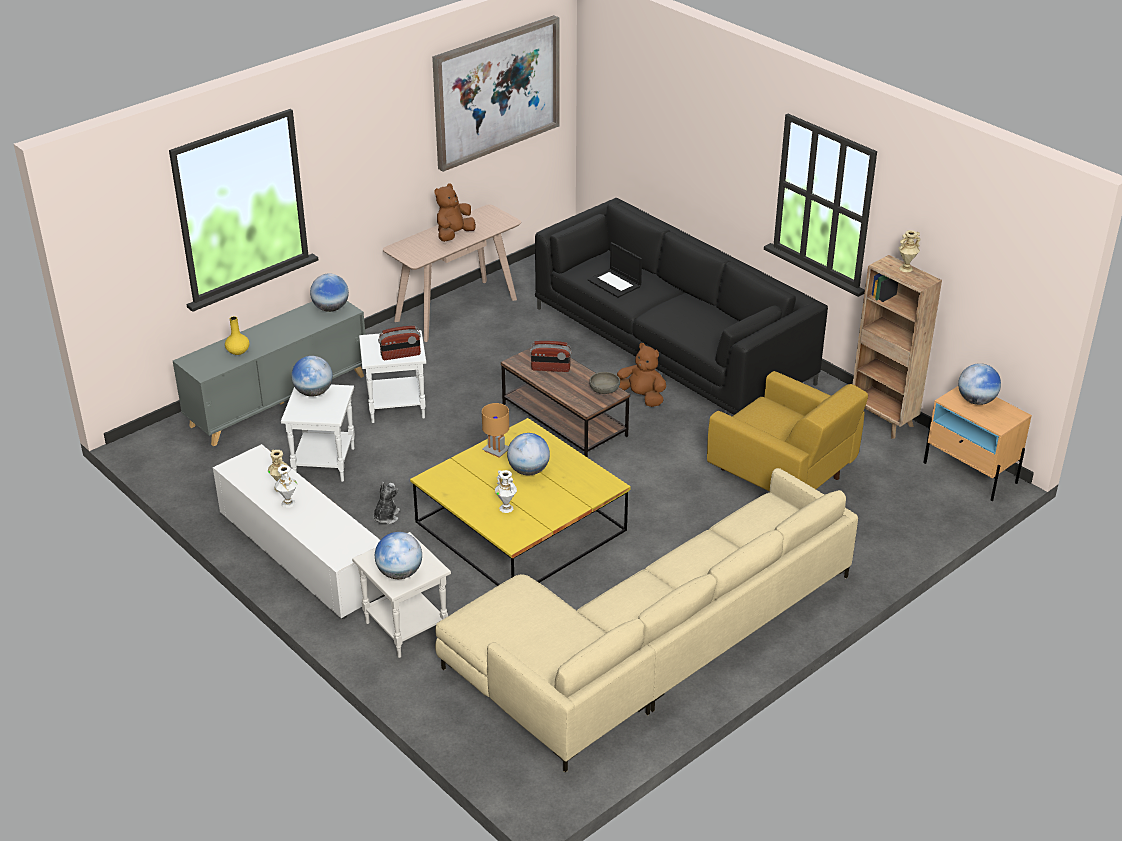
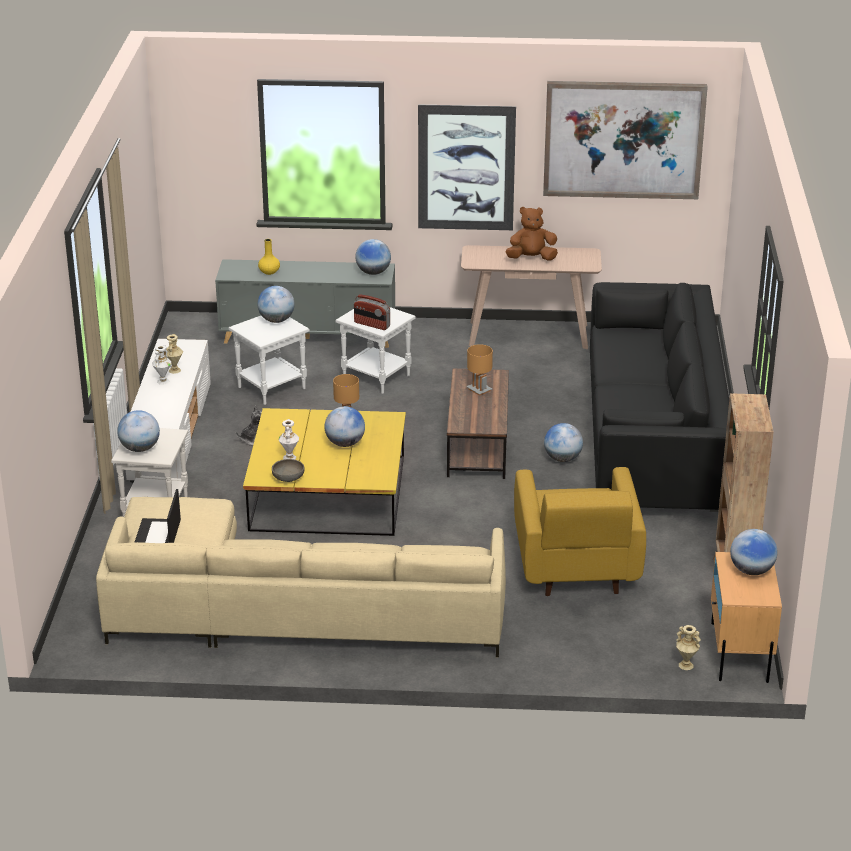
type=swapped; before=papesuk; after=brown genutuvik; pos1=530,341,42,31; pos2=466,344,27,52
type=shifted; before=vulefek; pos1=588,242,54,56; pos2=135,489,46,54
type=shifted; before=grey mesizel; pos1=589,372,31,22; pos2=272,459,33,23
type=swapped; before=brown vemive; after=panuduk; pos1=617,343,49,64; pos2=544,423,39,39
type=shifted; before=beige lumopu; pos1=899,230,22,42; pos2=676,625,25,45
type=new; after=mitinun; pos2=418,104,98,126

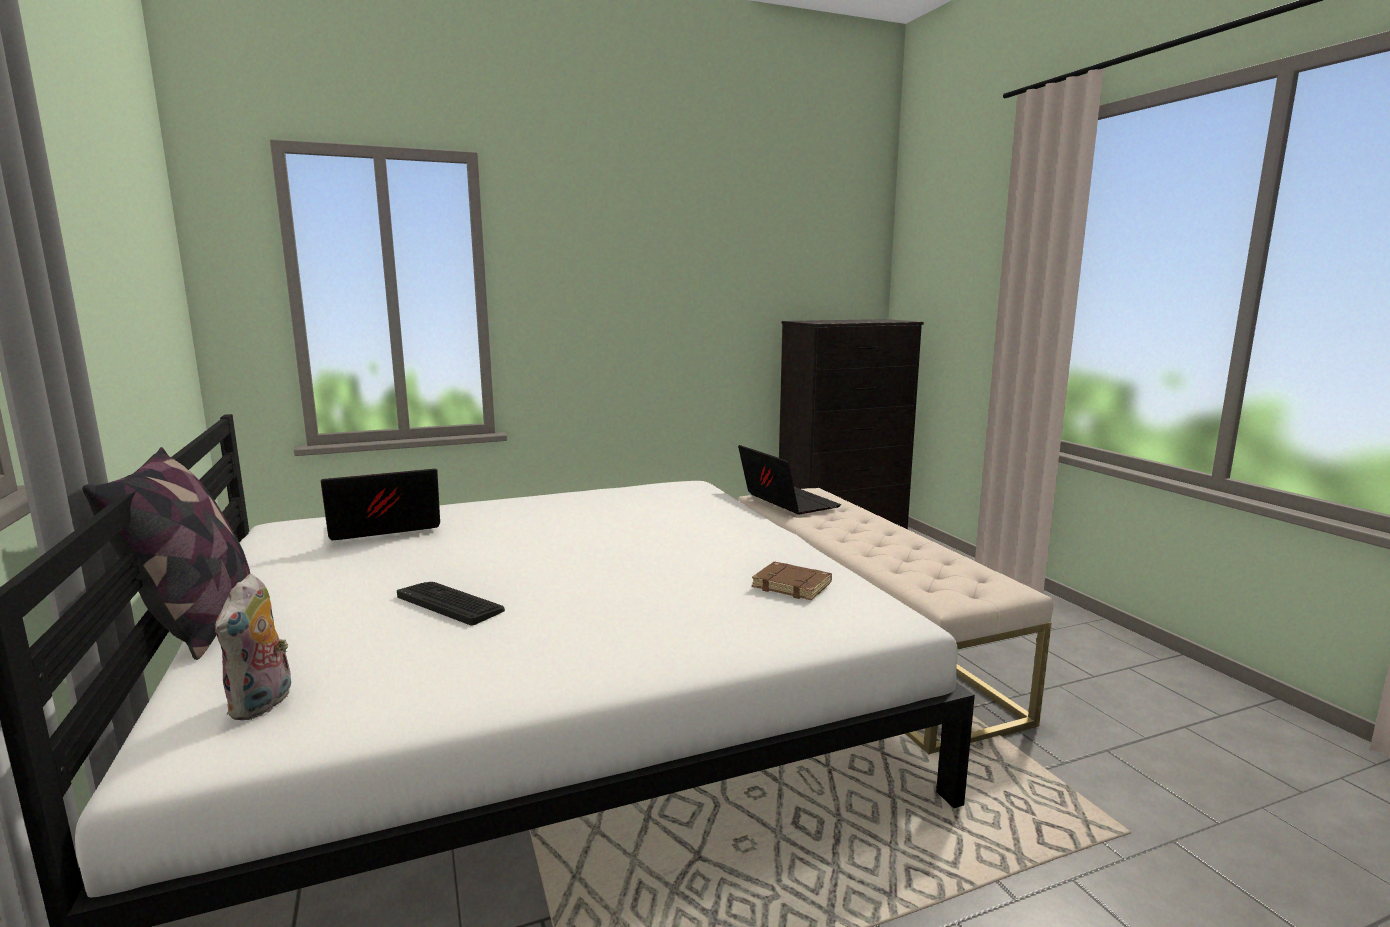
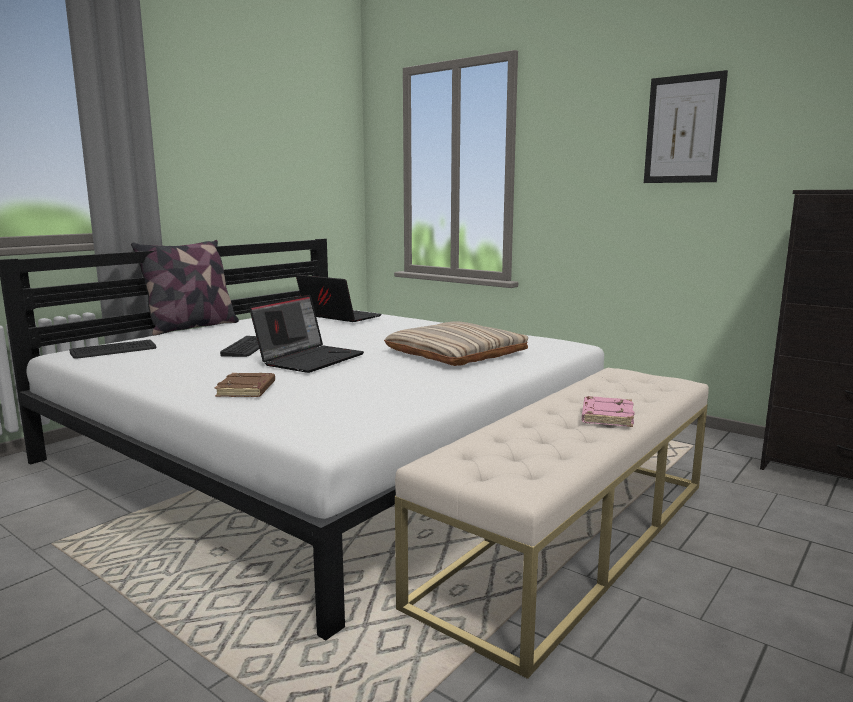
type=swapped; before=vemive; after=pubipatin; pos1=215,574,76,146; pos2=69,340,87,19
type=shifted; before=vulefek; pos1=738,445,103,69; pos2=249,295,115,78
type=shifted; before=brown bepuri; pos1=752,562,80,38; pos2=215,373,60,24
type=new; after=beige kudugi; pos2=384,321,144,45
type=new; after=pink bepuri; pos2=582,396,52,31
type=new; after=mitinun; pos2=644,70,84,113

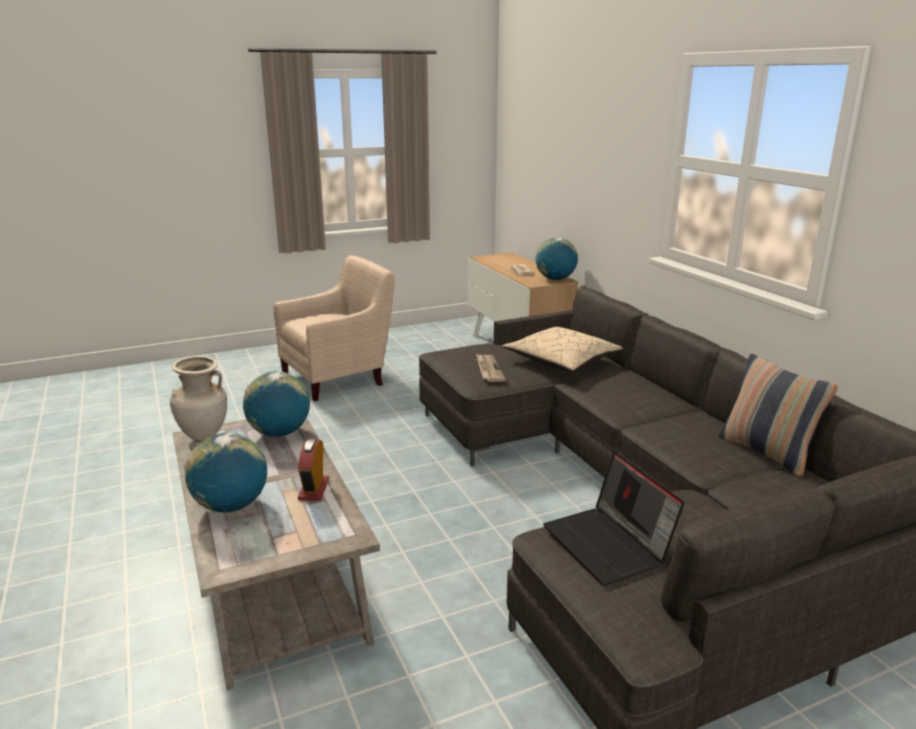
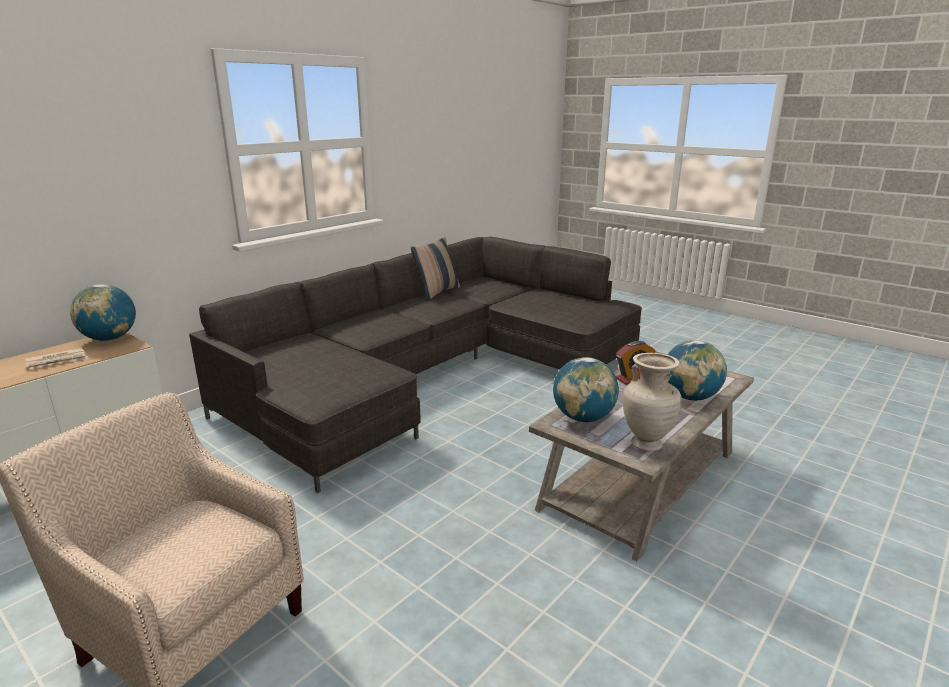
type=gone; before=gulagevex; pos1=476,354,30,28
type=gone; before=beige kudugi; pos1=502,327,121,44
type=gone; before=vulefek; pos1=543,452,141,133

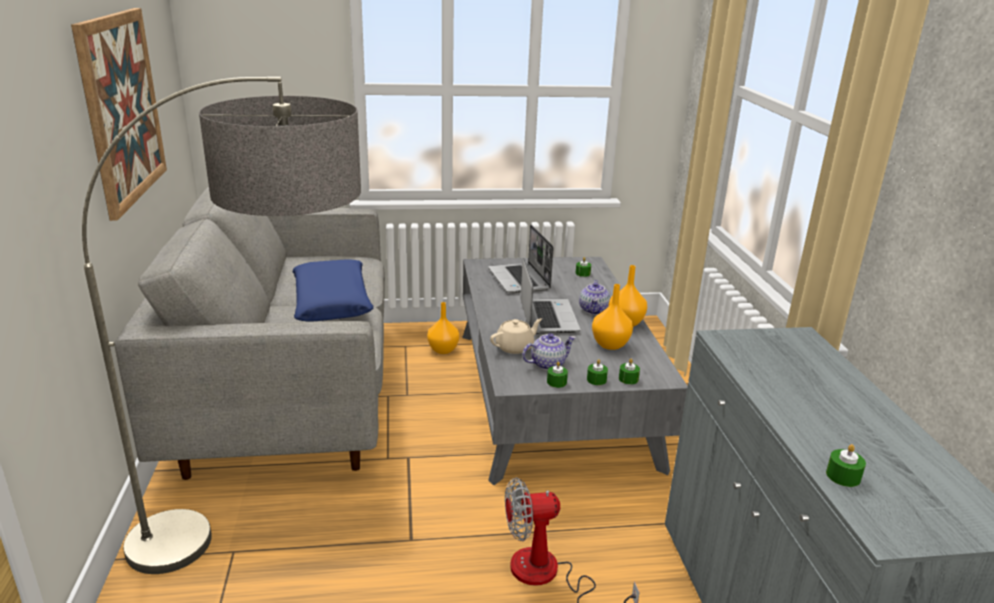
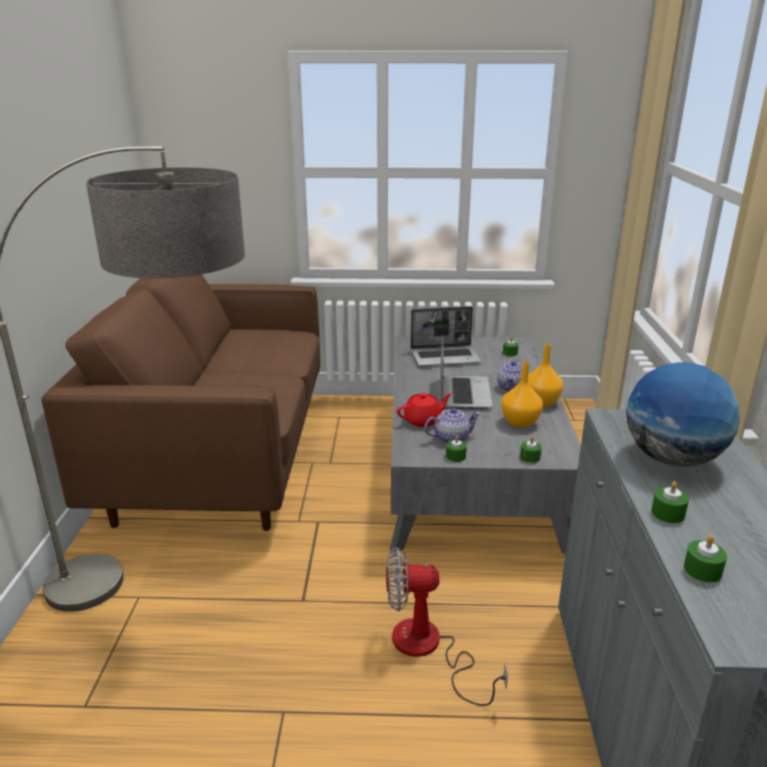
type=gone; before=mitinun; pos1=71,8,96,213
type=repainted; before=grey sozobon; after=brown sozobon; pos1=115,186,270,294; pos2=41,274,279,257
type=gone; before=blue kudugi; pos1=292,260,82,62
type=gone; before=orange lumopu; pos1=427,302,33,52
type=rotated; before=vulefek; pos1=488,225,66,68; pos2=410,306,72,60; turn=-90
type=repainted; before=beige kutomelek; after=red kutomelek; pos1=490,318,52,36; pos2=397,393,55,34
type=shifted; before=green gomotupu; pos1=587,359,21,26; pos2=651,481,38,42
type=new; after=panuduk; pos2=626,362,114,105

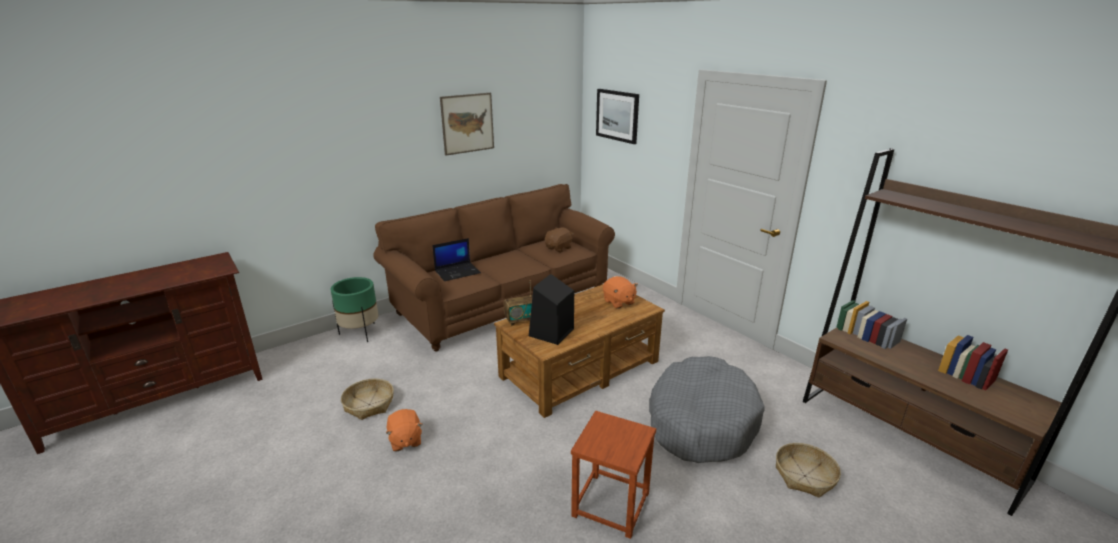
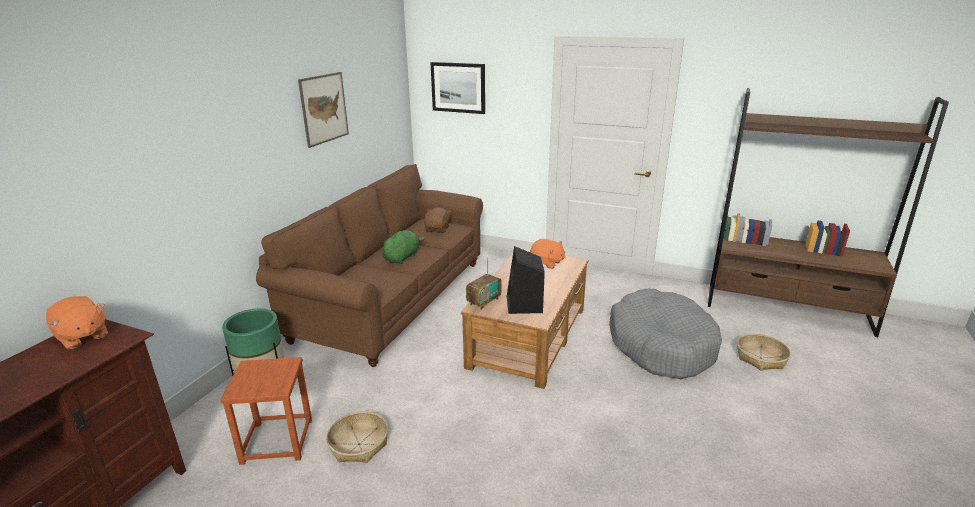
type=shifted; before=orange vemive; pos1=386,409,37,42; pos2=46,296,62,53
type=gone; before=vulefek; pos1=432,238,49,43
type=shifted; before=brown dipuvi; pos1=571,411,85,128; pos2=220,357,92,108
type=new; after=green vemive; pos2=382,230,43,34

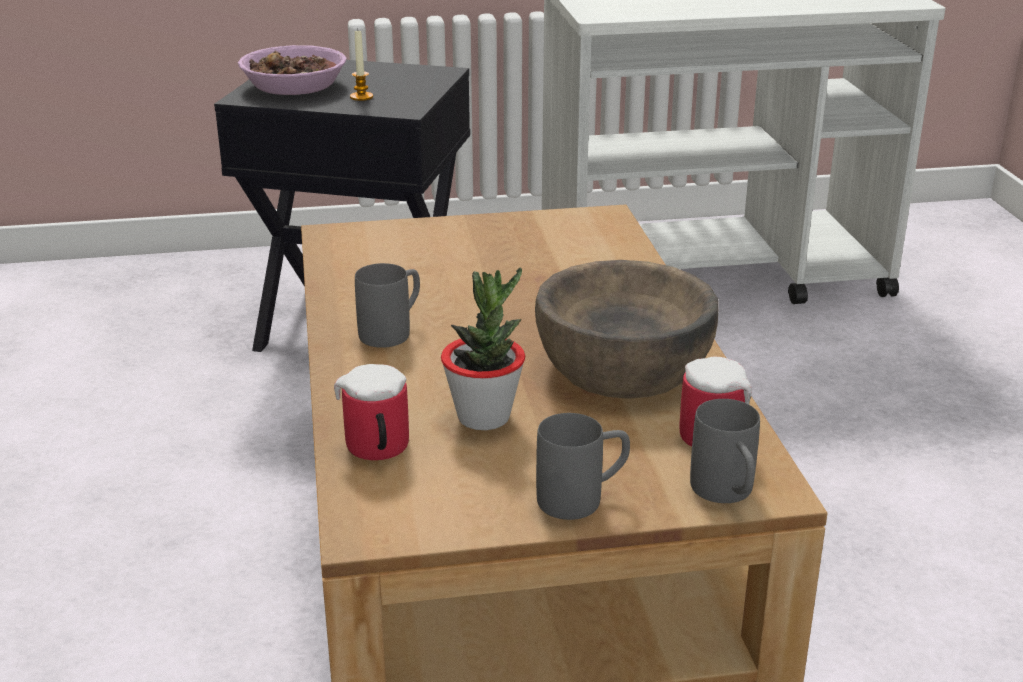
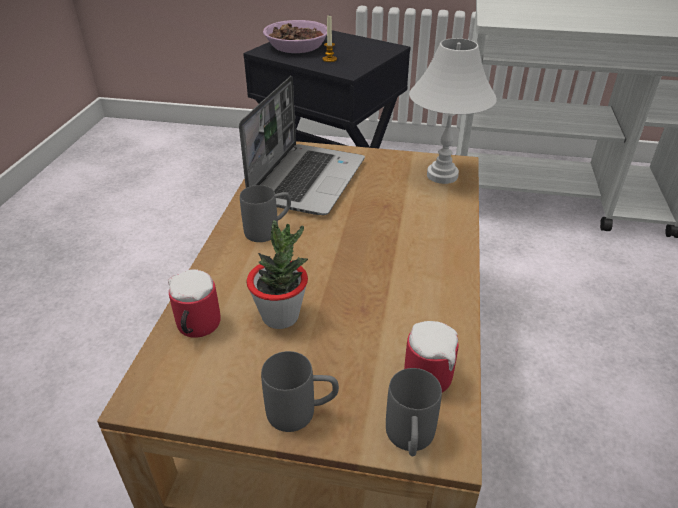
type=gone; before=brown mesizel; pos1=535,260,183,139
type=new; after=vulefek; pos2=239,76,126,139
type=new; after=white genutuvik; pos2=409,38,88,146

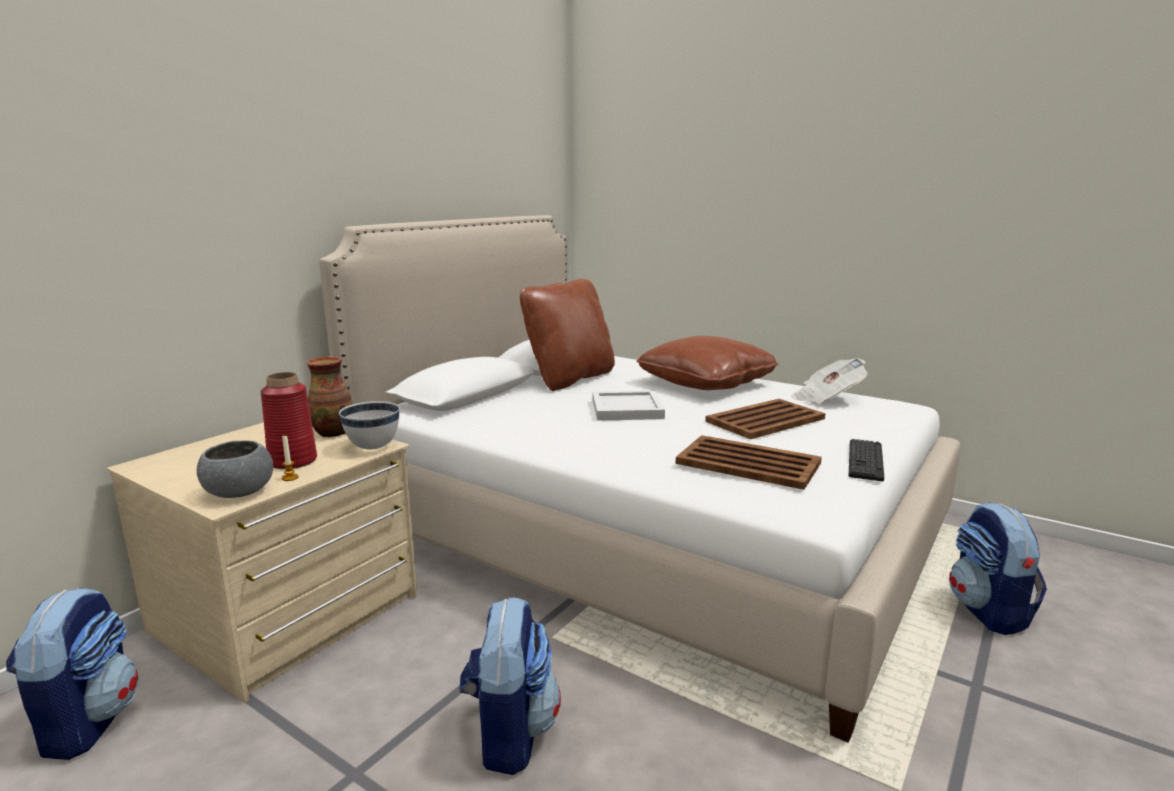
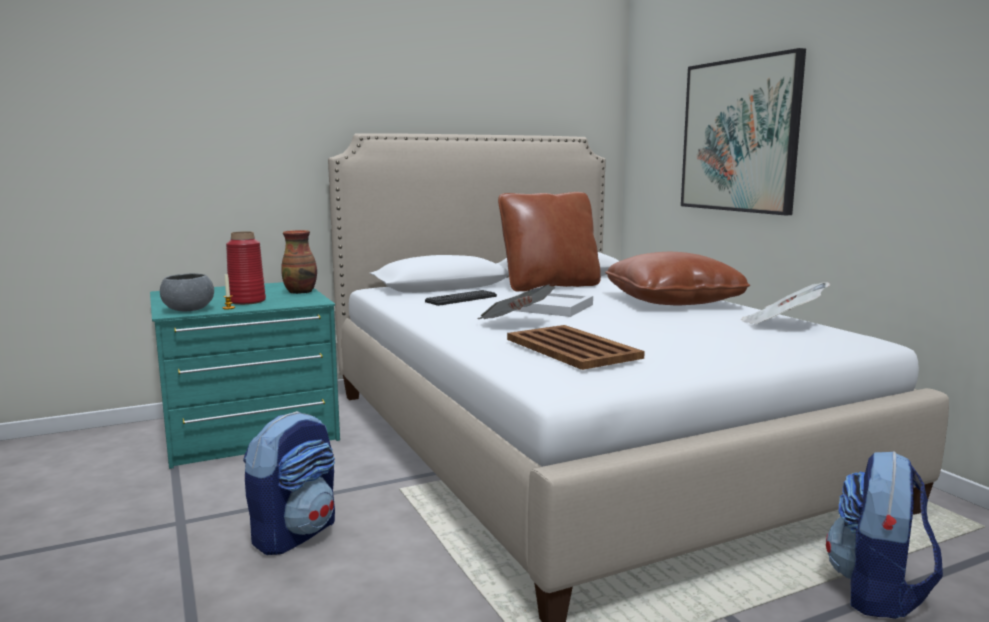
type=gone; before=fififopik; pos1=6,588,132,172
type=repainted; before=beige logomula; after=turquoise logomula; pos1=107,422,310,281; pos2=150,282,190,187
type=gone; before=white mesizel; pos1=339,401,61,48
type=gone; before=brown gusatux; pos1=705,399,121,40
type=shifted; before=pubipatin; pos1=849,439,35,43; pos2=425,290,72,16
type=new; after=gulagevex; pos2=477,285,78,34
type=new; after=mitinun; pos2=681,48,125,168

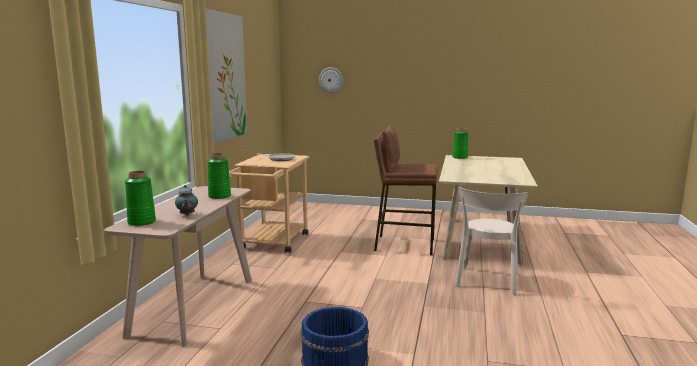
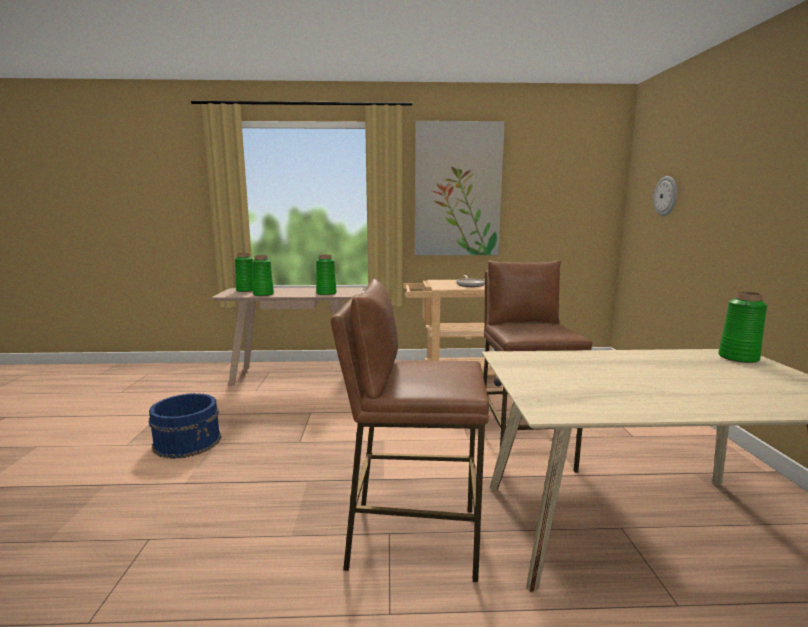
type=swapped; before=kutomelek; after=green lumopu; pos1=175,185,23,31; pos2=252,255,22,41
type=swapped; before=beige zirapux; after=brown dipuvi; pos1=455,187,73,108; pos2=330,279,159,303

